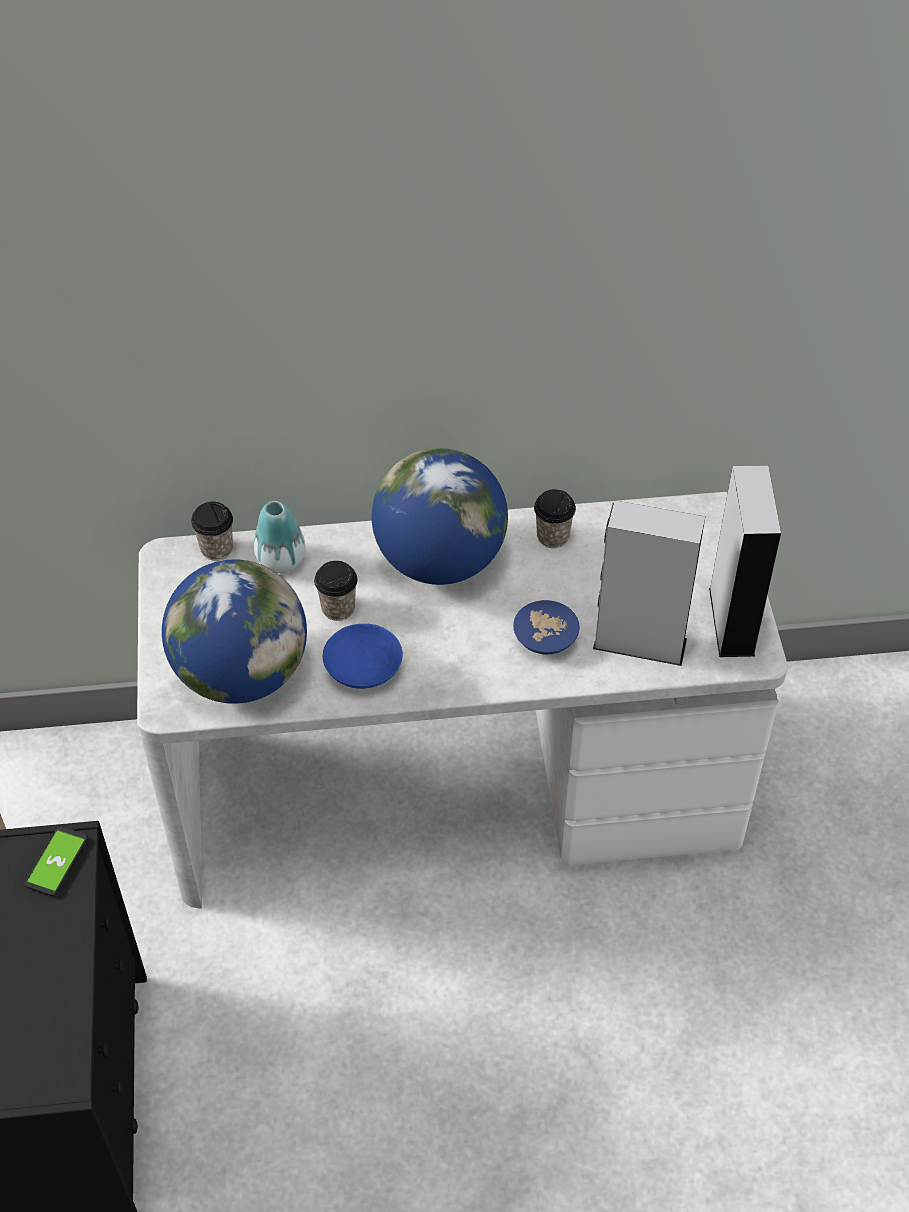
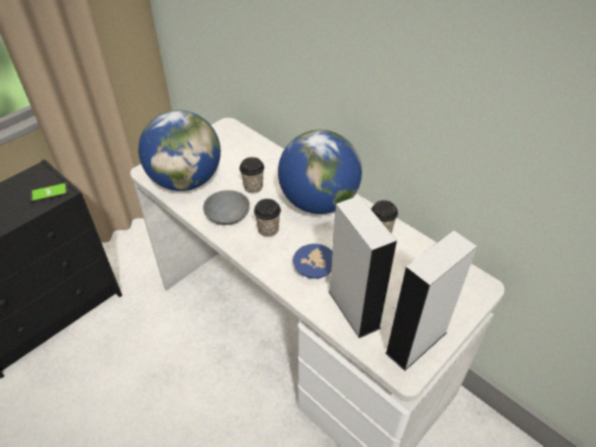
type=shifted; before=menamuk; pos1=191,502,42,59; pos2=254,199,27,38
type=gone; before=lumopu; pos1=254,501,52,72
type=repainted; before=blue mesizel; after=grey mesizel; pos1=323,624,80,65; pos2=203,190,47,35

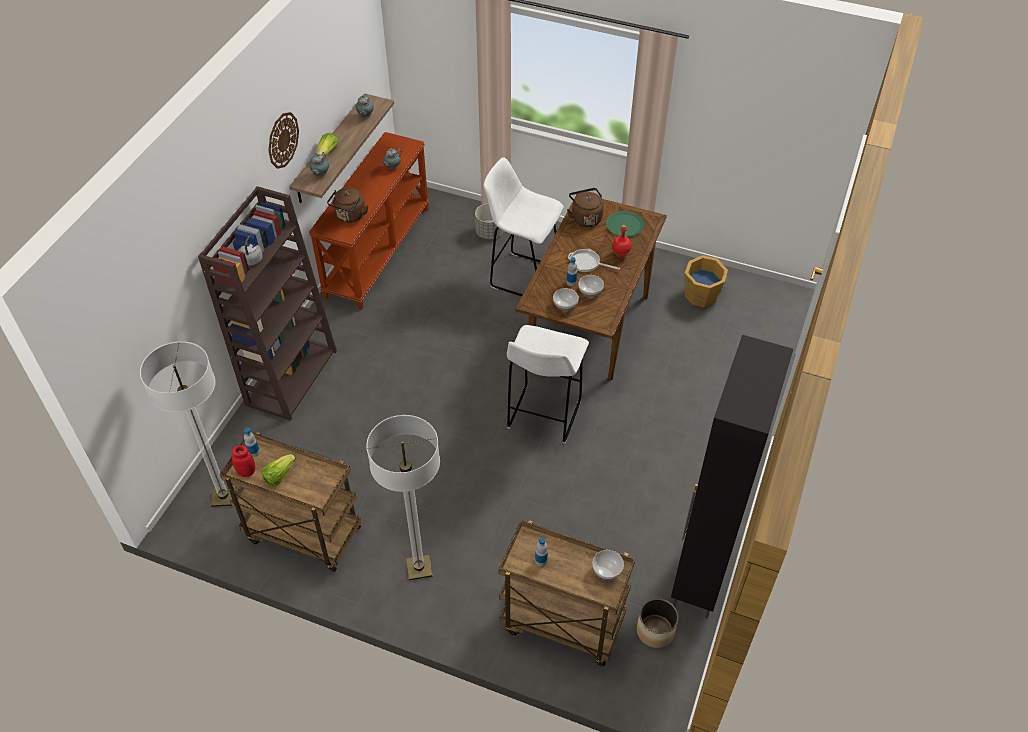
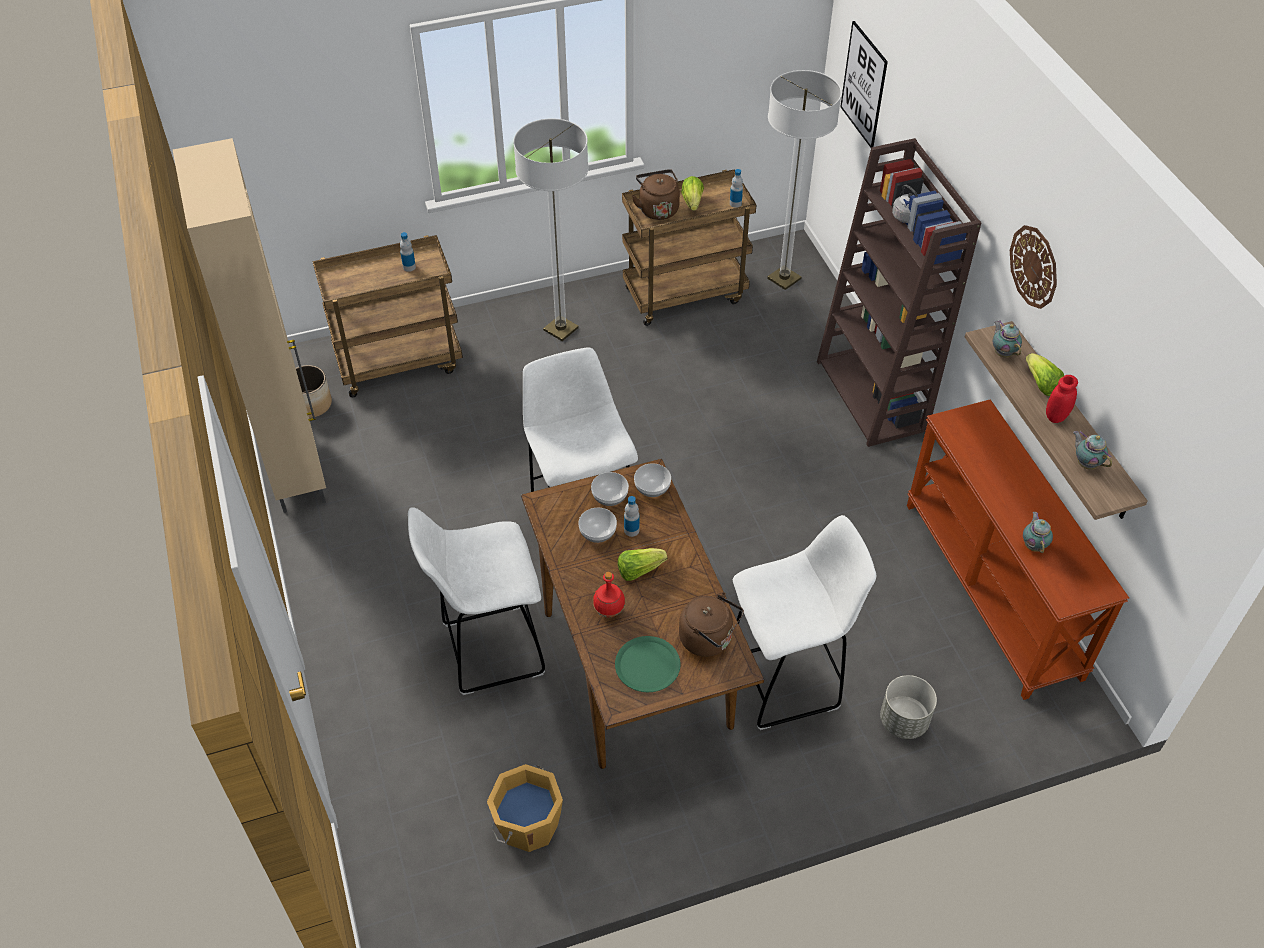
type=shifted; before=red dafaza; pos1=232,446,23,31; pos2=1046,375,32,48
type=shifted; before=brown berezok; pos1=327,187,41,36; pos2=632,169,48,51
type=swapped; before=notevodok; after=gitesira; pos1=568,249,52,23; pos2=618,548,49,33
type=shifted; before=mesizel; pos1=593,550,31,30; pos2=634,463,37,34
type=repainted; before=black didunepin; after=beige didunepin; pos1=671,335,122,283; pos2=173,138,153,375
type=new; after=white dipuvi; pos2=408,507,137,188
type=new; after=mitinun; pos2=840,21,48,127

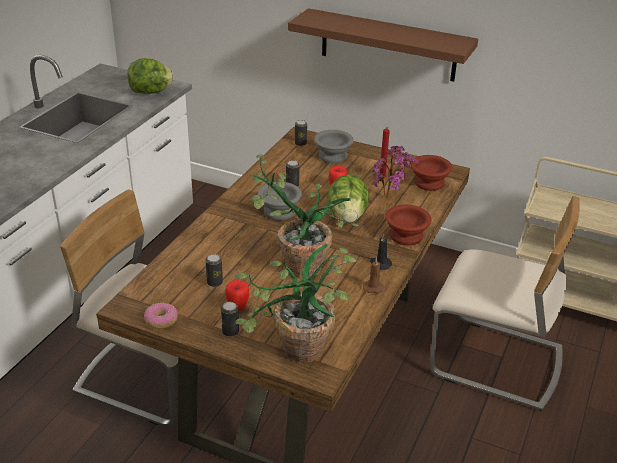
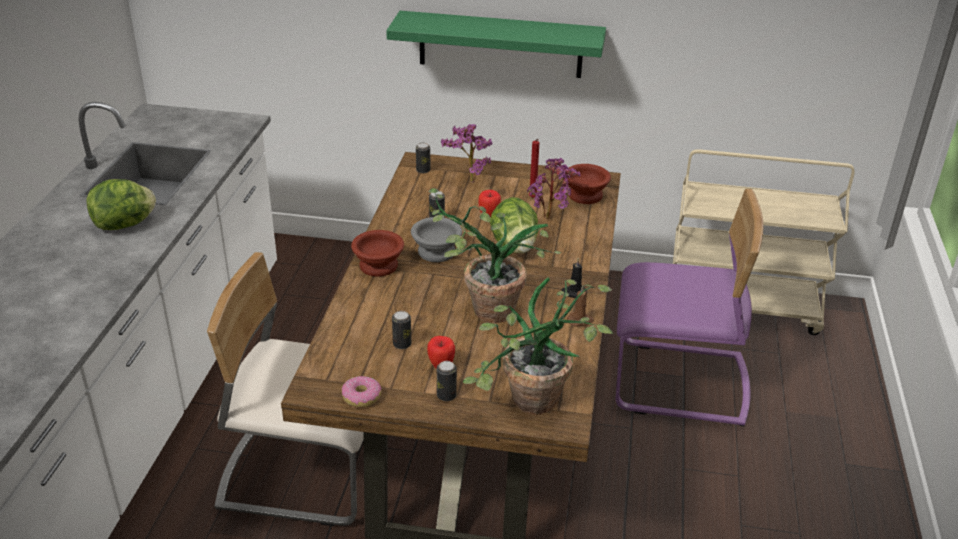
type=shifted; before=gitesira; pos1=127,58,47,36; pos2=87,179,69,51
type=repainted; before=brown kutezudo; after=green kutezudo; pos1=288,8,190,74; pos2=386,11,220,67
type=swapped; before=grey mesizel; after=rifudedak; pos1=314,130,40,33; pos2=441,124,51,58
type=shifted; before=brown mesizel; pos1=385,205,46,40; pos2=351,230,53,47
type=repainted; before=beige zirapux; after=purple zirapux; pos1=430,196,150,215; pos2=615,189,148,237

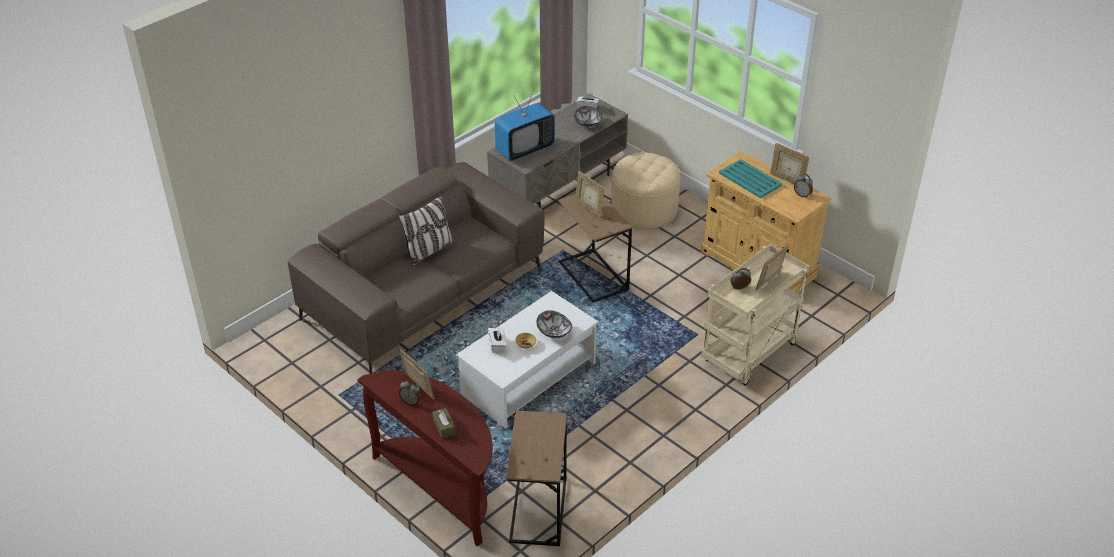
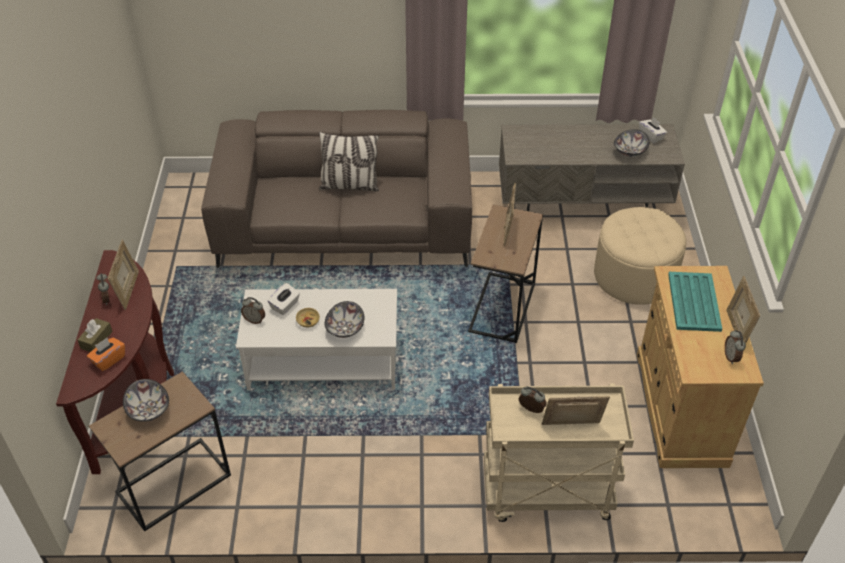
type=gone; before=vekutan; pos1=495,89,60,73
type=new; after=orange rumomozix; pos2=87,337,38,34
type=new; after=mesizel; pos2=123,379,46,43
type=new; after=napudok; pos2=241,297,24,27

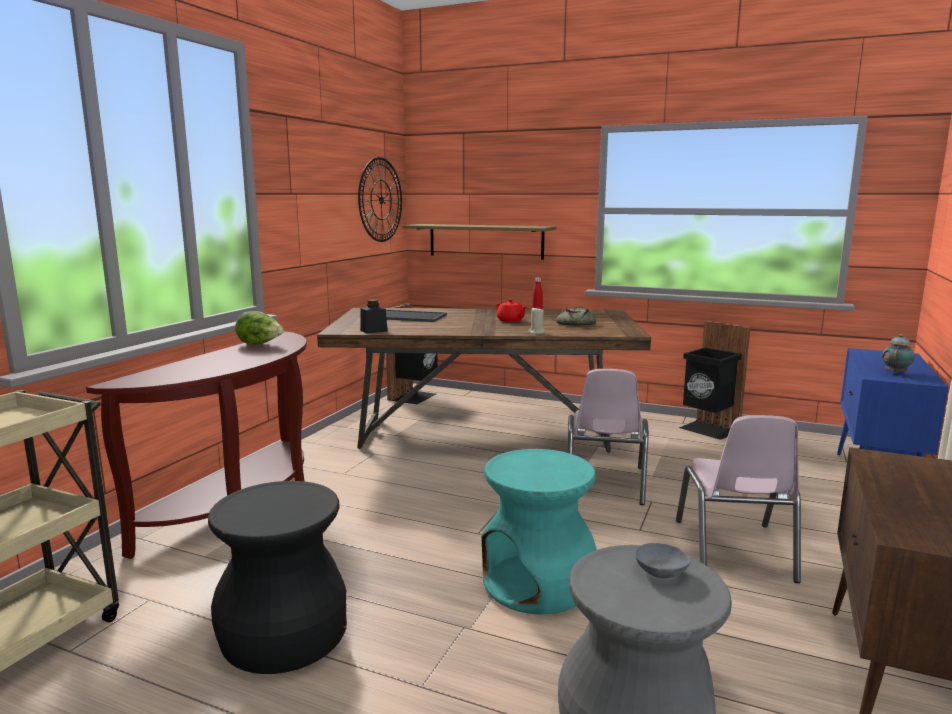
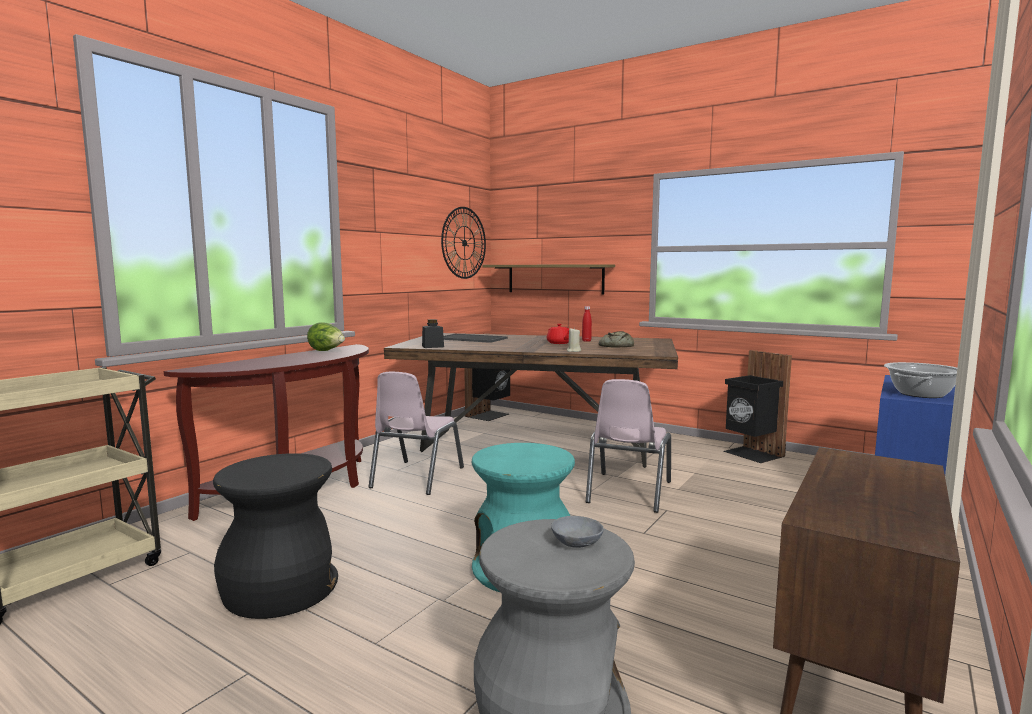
type=shifted; before=pink zirapux; pos1=676,415,125,168; pos2=368,372,96,123
type=swapped; before=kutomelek; after=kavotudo; pos1=882,334,33,40; pos2=884,362,73,36

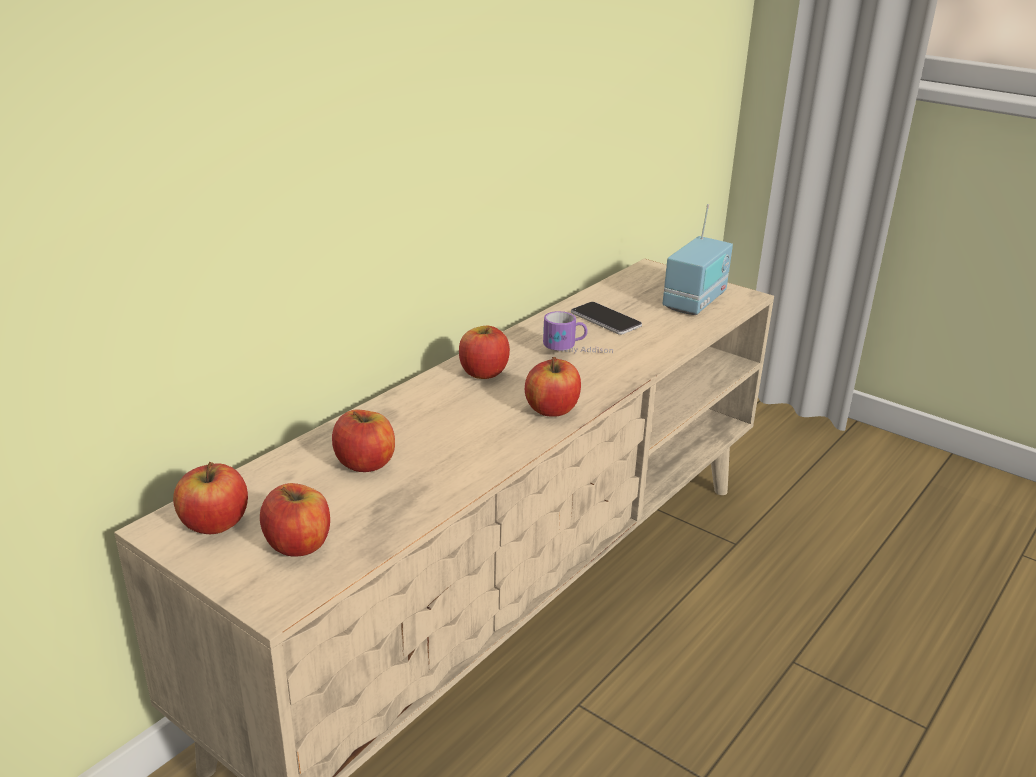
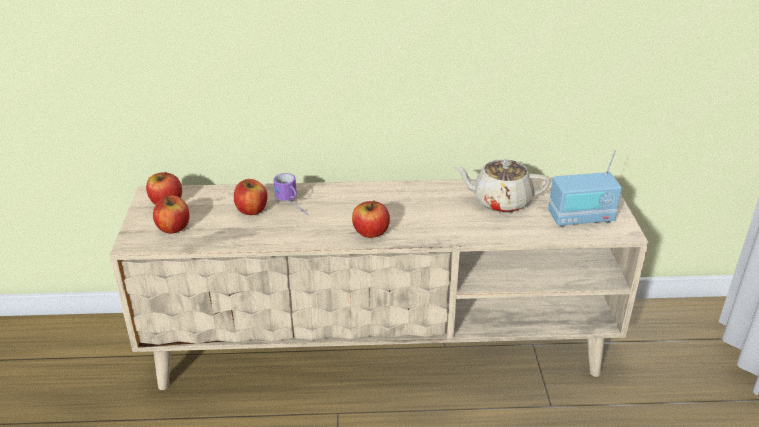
type=gone; before=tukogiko; pos1=459,326,51,53
type=shifted; before=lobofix; pos1=543,311,70,42; pos2=274,173,34,41
type=swapped; before=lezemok; after=beige kutomelek; pos1=571,302,71,33; pos2=454,159,97,54

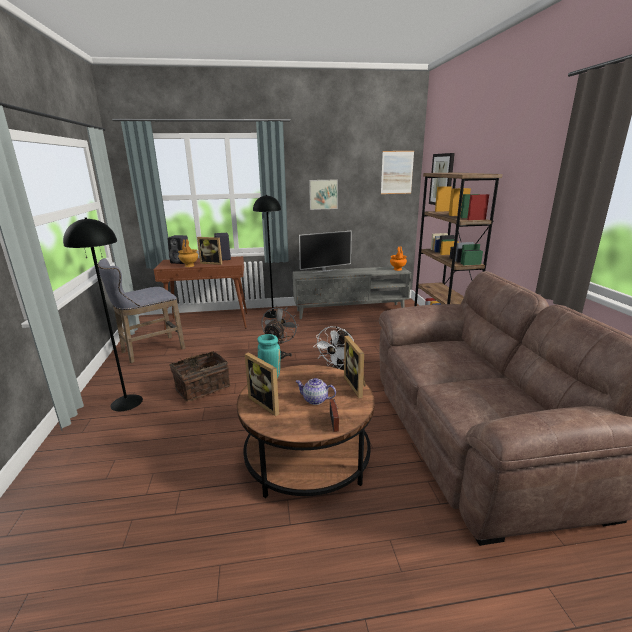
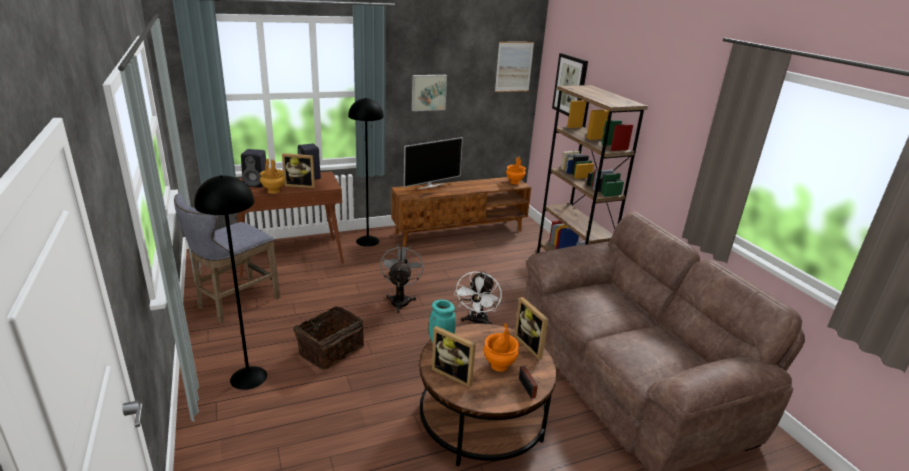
type=repainted; before=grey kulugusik; after=brown kulugusik; pos1=293,266,118,53; pos2=391,177,140,70
type=swapped; before=kutomelek; after=orange lumopu; pos1=295,378,41,27; pos2=484,323,35,49

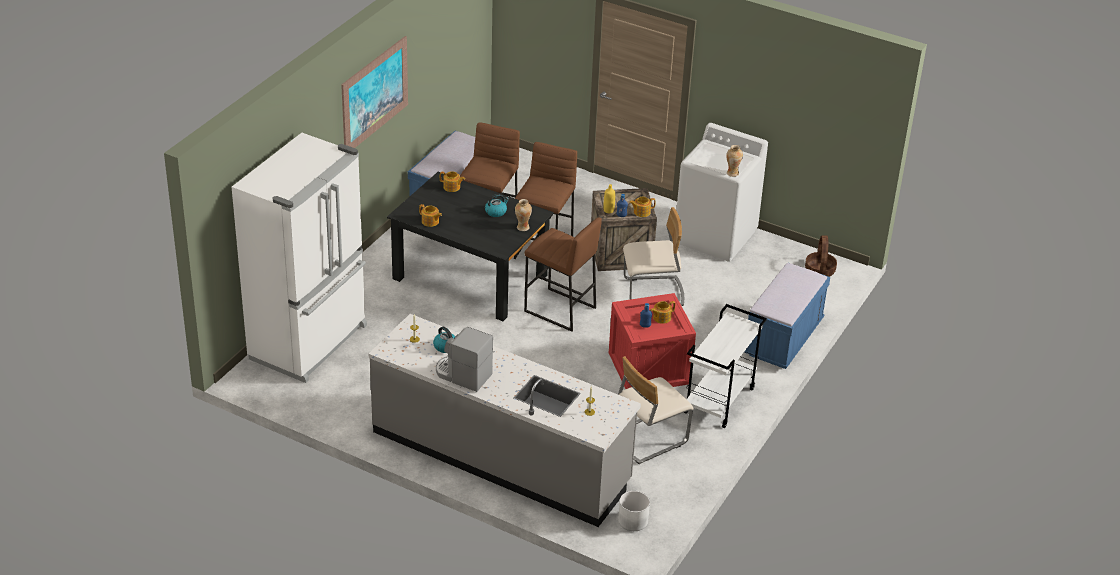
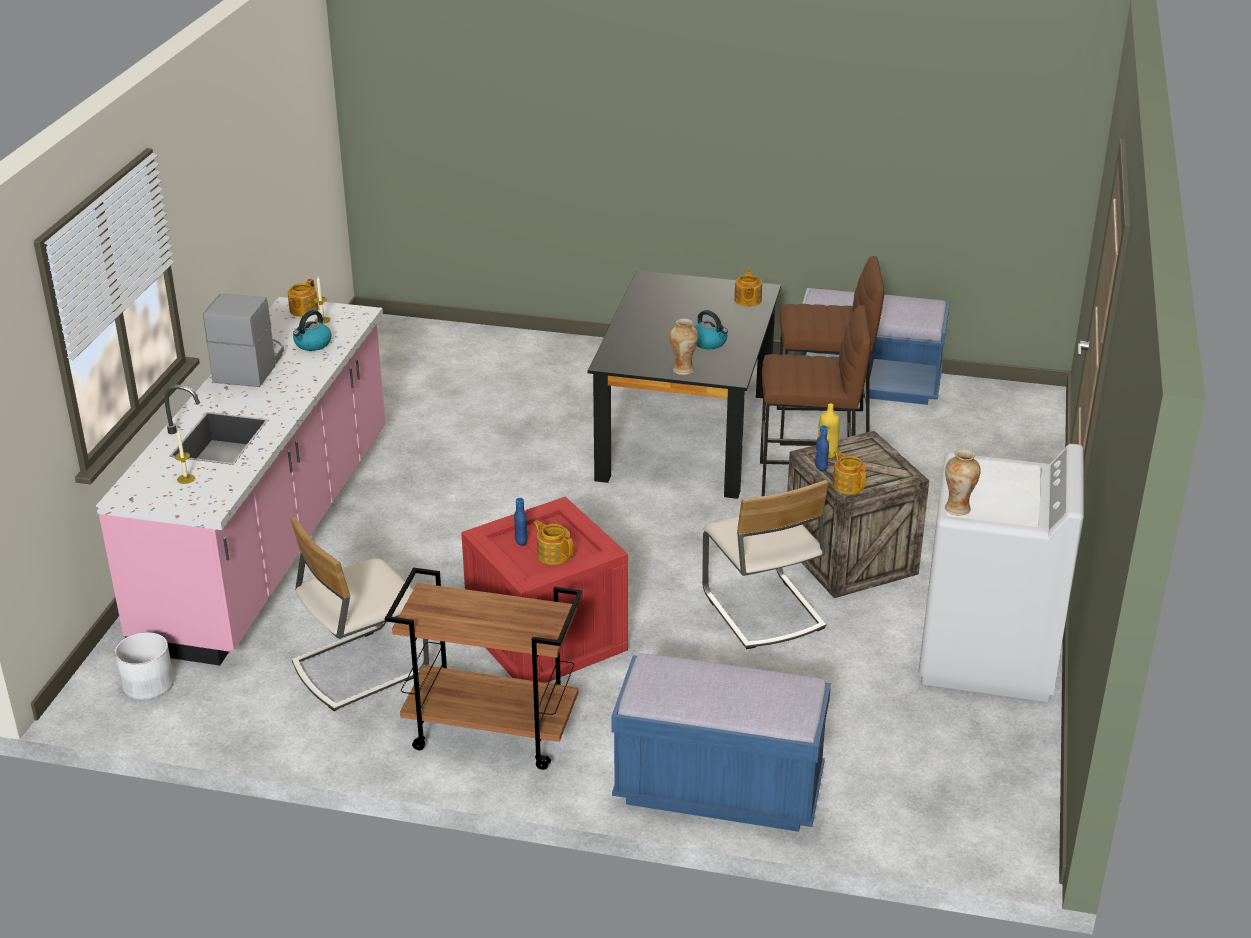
type=gone; before=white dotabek; pos1=232,133,135,250
type=gone; before=mitinun; pos1=341,36,67,112
type=repainted; before=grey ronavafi; after=pink ronavafi; pos1=369,314,272,213; pos2=96,297,289,369
type=shifted; before=kutomelek; pos1=419,204,23,23; pos2=288,279,30,38
type=gone; before=brown dipuvi; pos1=524,217,78,114
type=rotated; before=beige zirapux; pos1=618,356,76,108; pos2=290,516,139,195; turn=-75
type=repainted; before=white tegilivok; after=brown tegilivok; pos1=684,304,83,124; pos2=385,567,197,203
type=gone; before=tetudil; pos1=805,235,32,42

